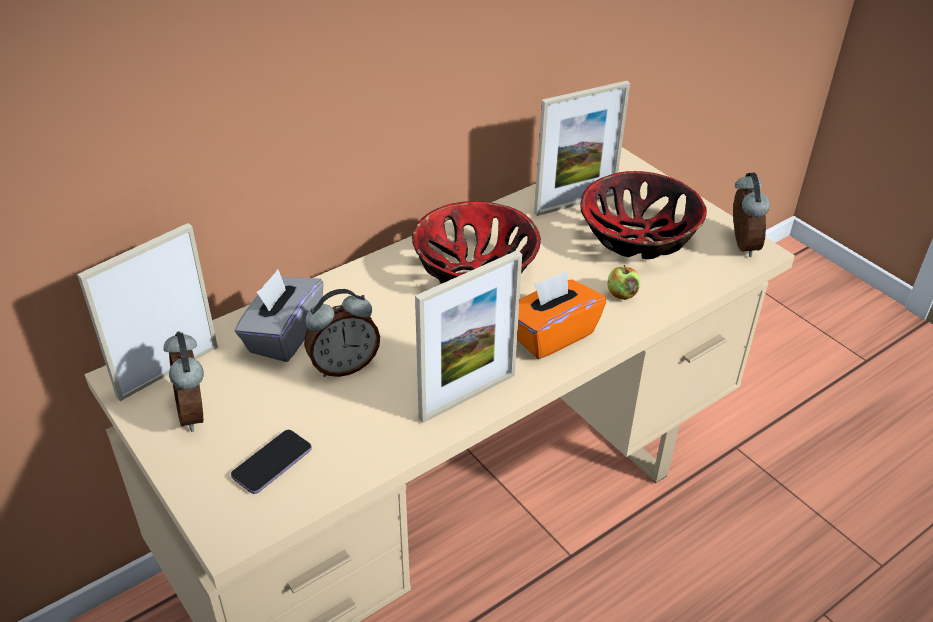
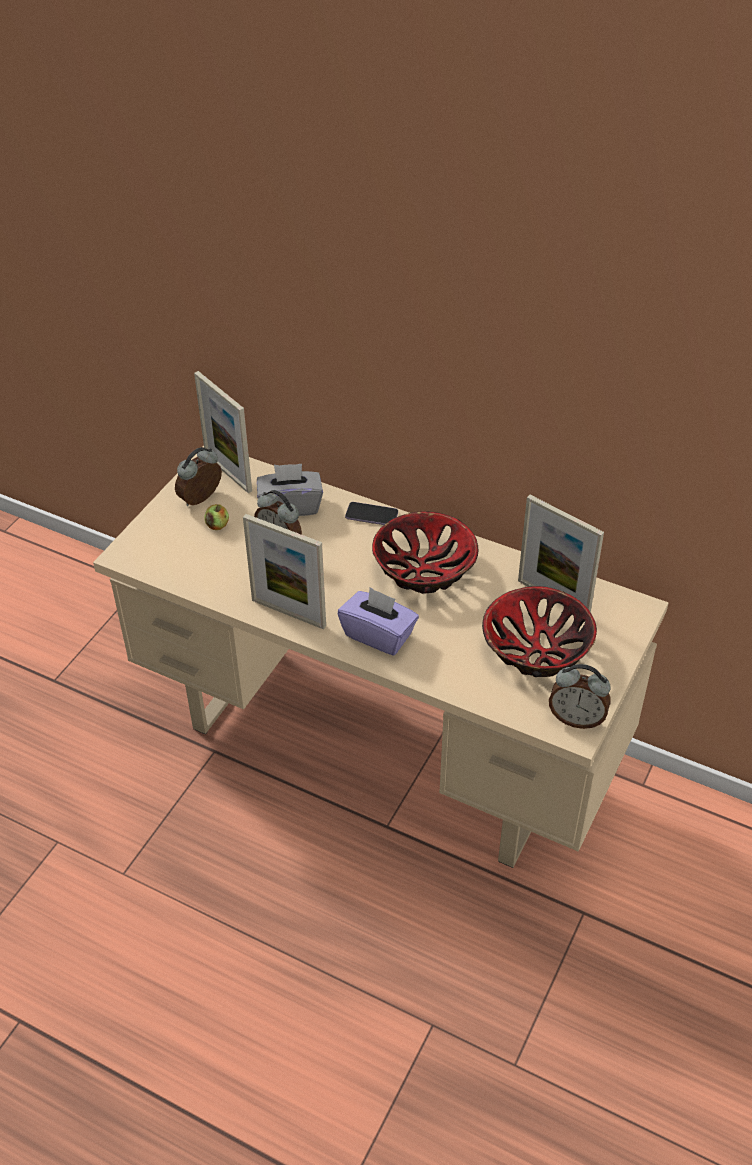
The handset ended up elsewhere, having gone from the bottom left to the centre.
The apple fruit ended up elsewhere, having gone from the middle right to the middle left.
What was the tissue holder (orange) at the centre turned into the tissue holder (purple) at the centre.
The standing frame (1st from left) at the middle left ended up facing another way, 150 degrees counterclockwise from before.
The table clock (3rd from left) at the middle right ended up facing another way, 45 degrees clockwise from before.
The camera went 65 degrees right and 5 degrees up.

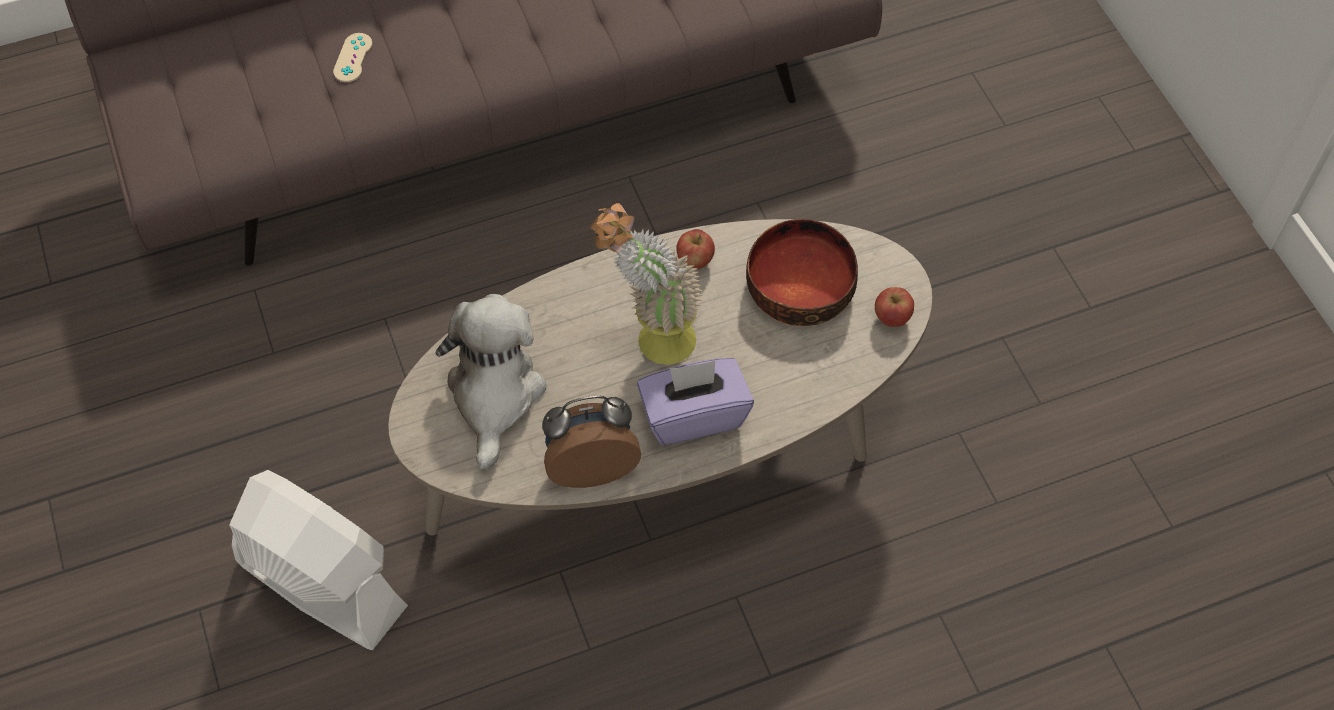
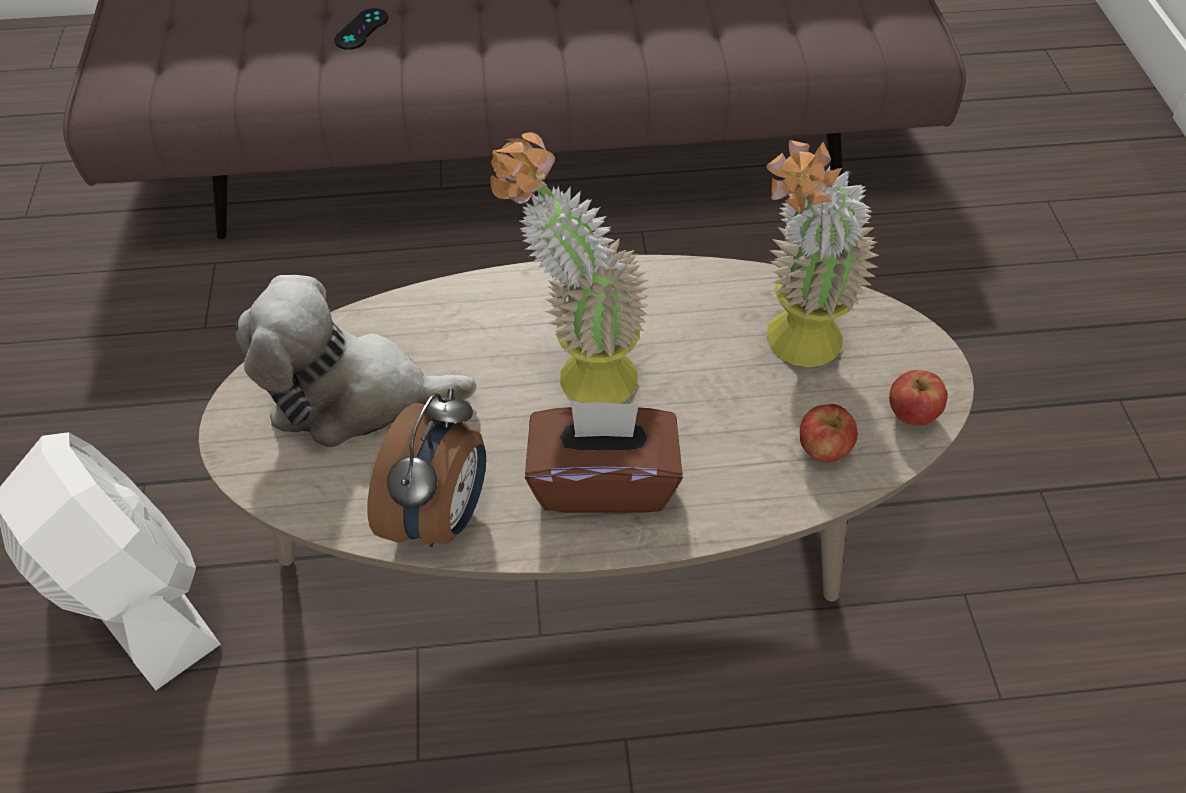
The apple fruit (1st from left) ended up elsewhere, having gone from the centre to the middle right.
Where the bowl stood at the centre, the plant in a pot (2nd from left) came to stand at the top right.
What was the game controller (sand-coloured) at the top left turned into the game controller (black-coloured) at the top left.
What was the tissue holder (purple) at the centre turned into the tissue holder (brown) at the centre.
The soft toy at the centre ended up facing another way, 105 degrees counterclockwise from before.
The table clock at the centre ended up facing another way, 105 degrees clockwise from before.
The camera went 15 degrees right and 5 degrees down.

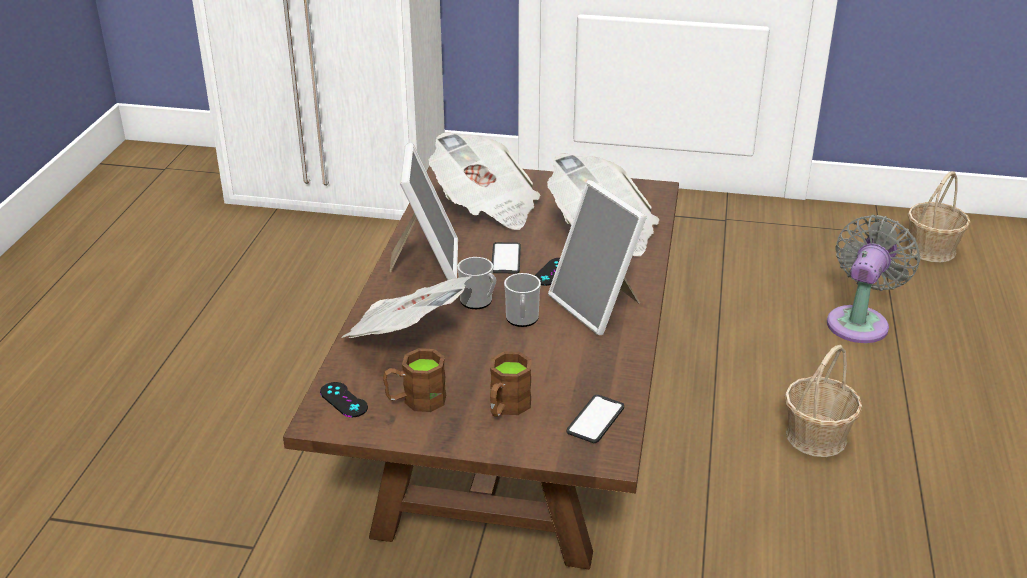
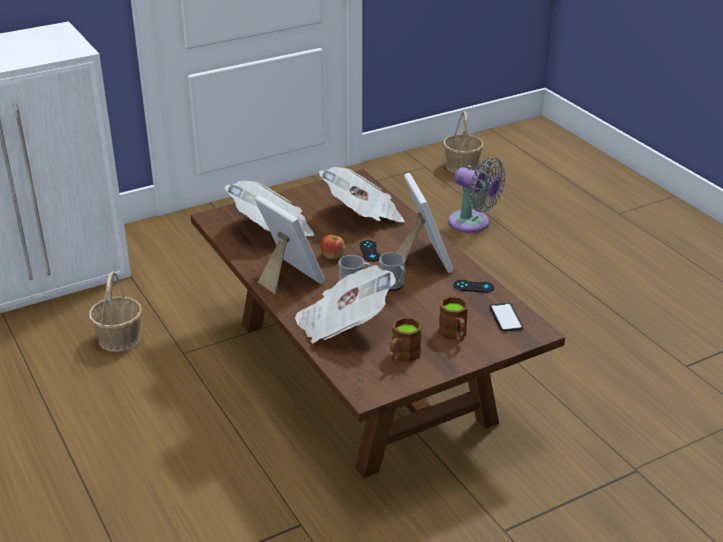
The game controller (black-coloured) (1st from left in the first image) ended up elsewhere, having gone from the bottom centre to the centre.
The basket (1st from left) ended up elsewhere, having gone from the bottom right to the middle left.
Where the handset (1st from left) stood at the centre, the apple fruit came to stand at the centre.
The standing frame (2nd from left) at the centre ended up facing another way, 120 degrees counterclockwise from before.
The electric fan (greyish) at the middle right ended up facing another way, 135 degrees clockwise from before.
The camera went 40 degrees left and 0 degrees up.

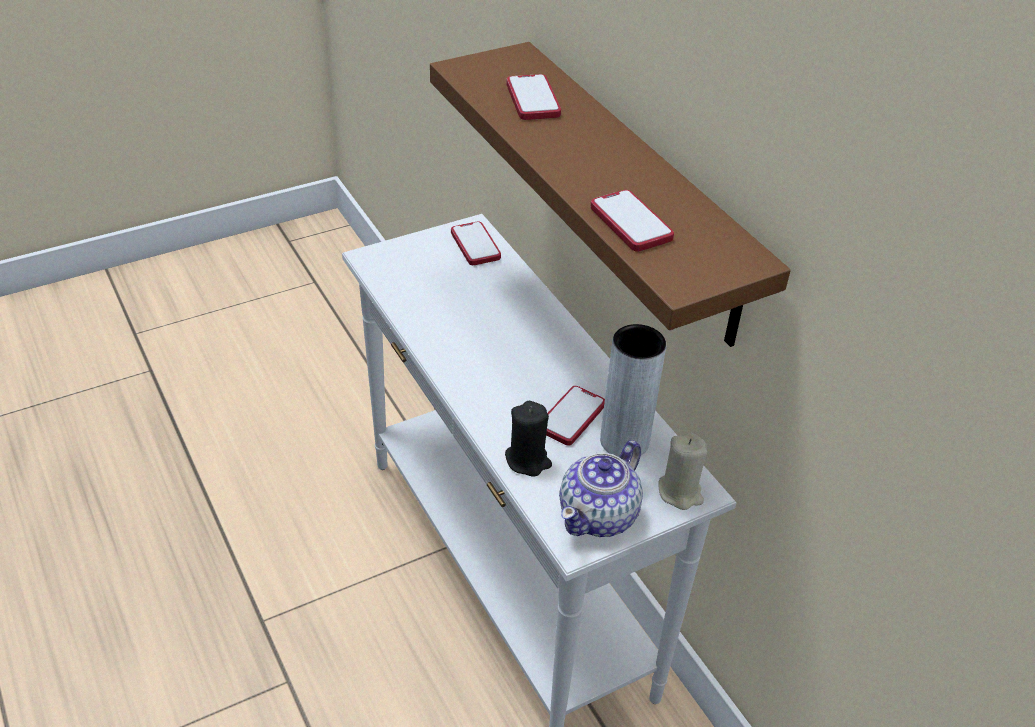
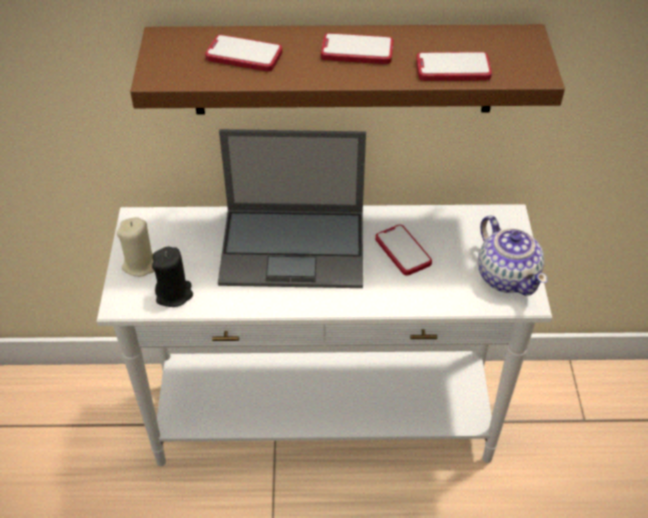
The second view lost the decorative vase (greyish) at the centre.
The second view gained the portable computer at the centre.
The handset (1st from left in the first image) ended up elsewhere, having gone from the centre to the top centre.
The wax light (black-coloured) ended up elsewhere, having gone from the centre to the middle left.
The wax light (sand-coloured) ended up elsewhere, having gone from the centre to the middle left.
The camera went 60 degrees left and 5 degrees up.

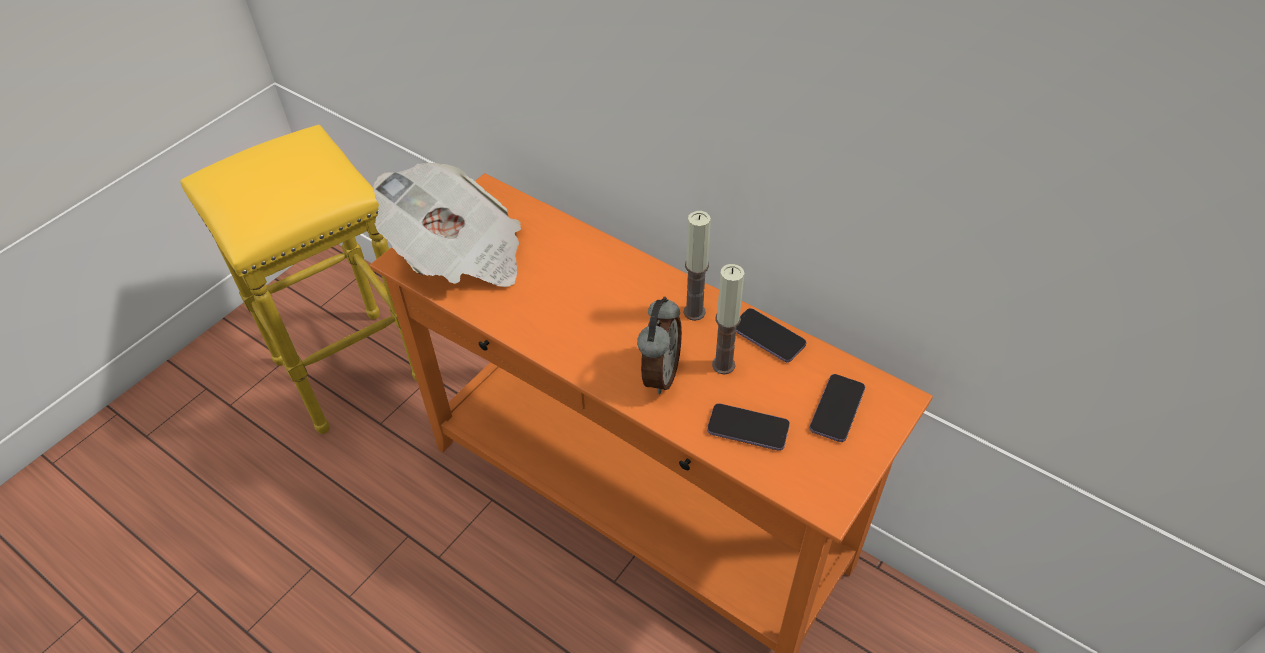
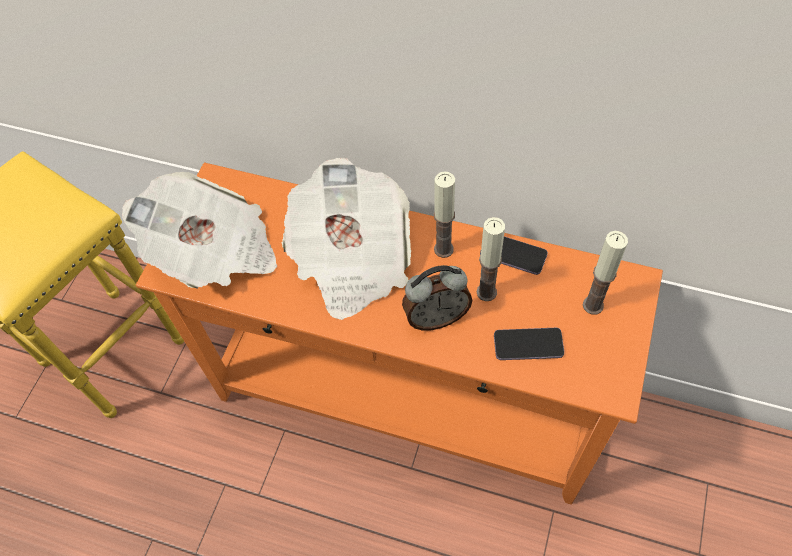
The second view gained the daily paper (2nd from left) at the centre.
Where the handset (3rd from left) stood at the centre, the wax light (3rd from left) came to stand at the middle right.
The table clock at the centre ended up facing another way, 75 degrees clockwise from before.
The camera went 15 degrees left and 10 degrees up.

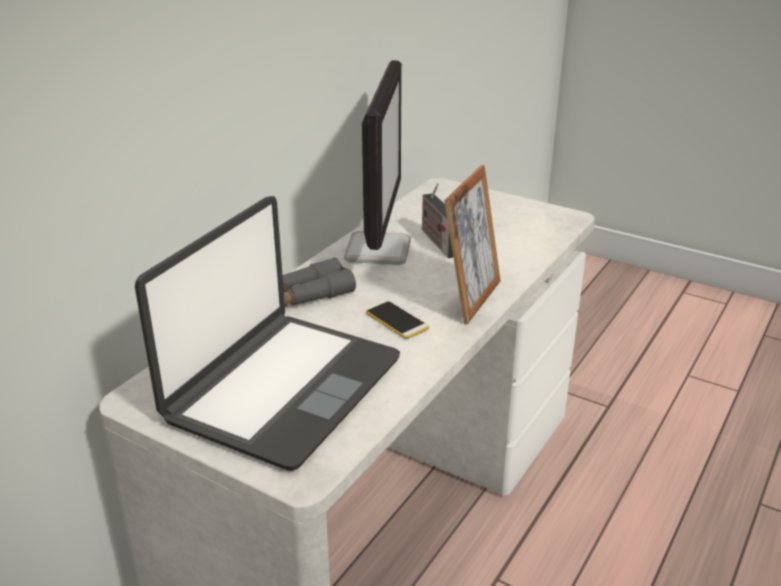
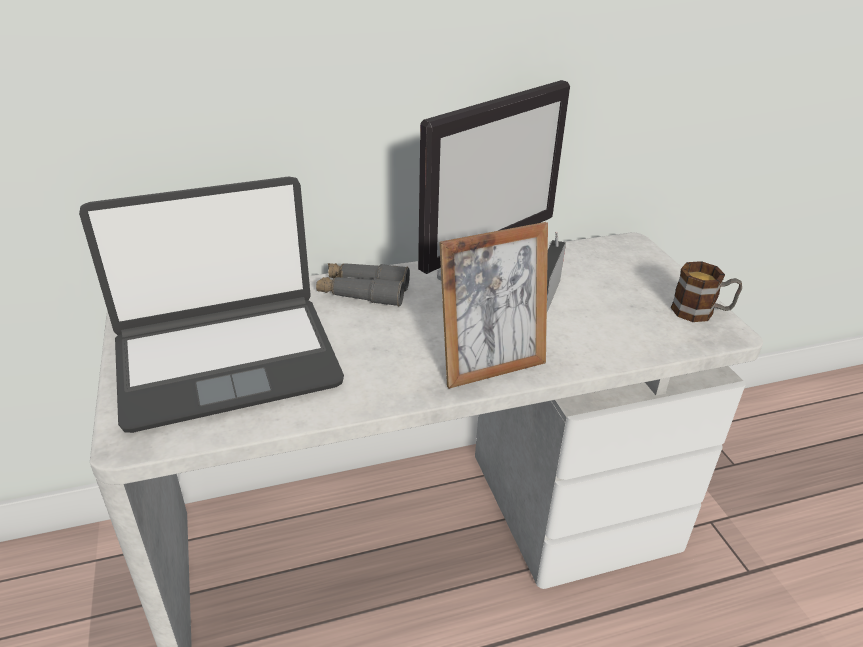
The second view lost the handset at the centre.
The second view gained the tea mug at the middle right.
The camera went 40 degrees right and 5 degrees up.

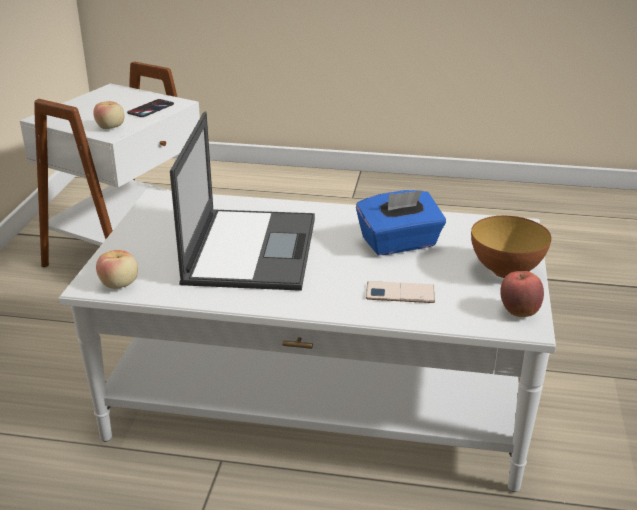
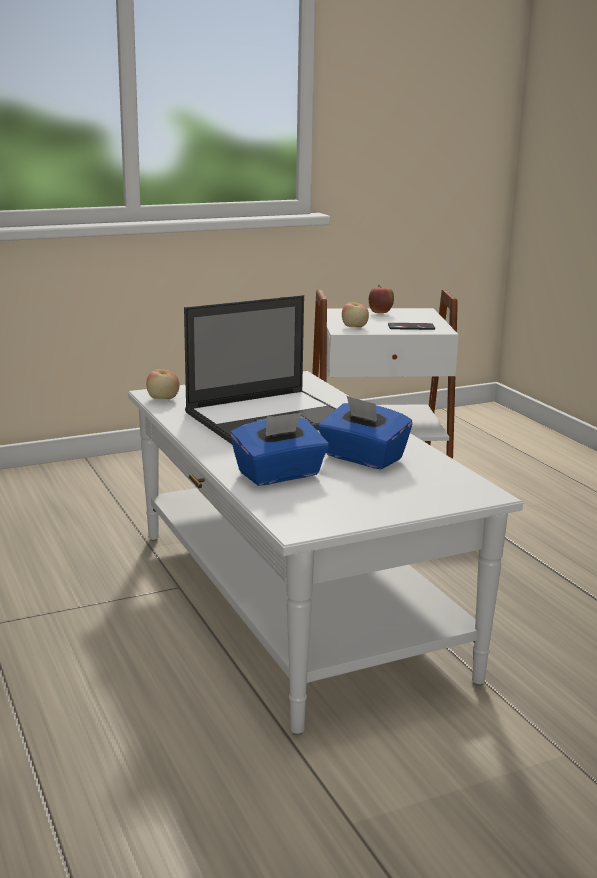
The second view lost the bowl at the middle right.
The apple fruit (3rd from left) ended up elsewhere, having gone from the middle right to the centre.
Where the handset (2nd from left) stood at the centre, the tissue holder (bluish) (1st from left) came to stand at the centre.
The camera went 55 degrees right and 10 degrees down.

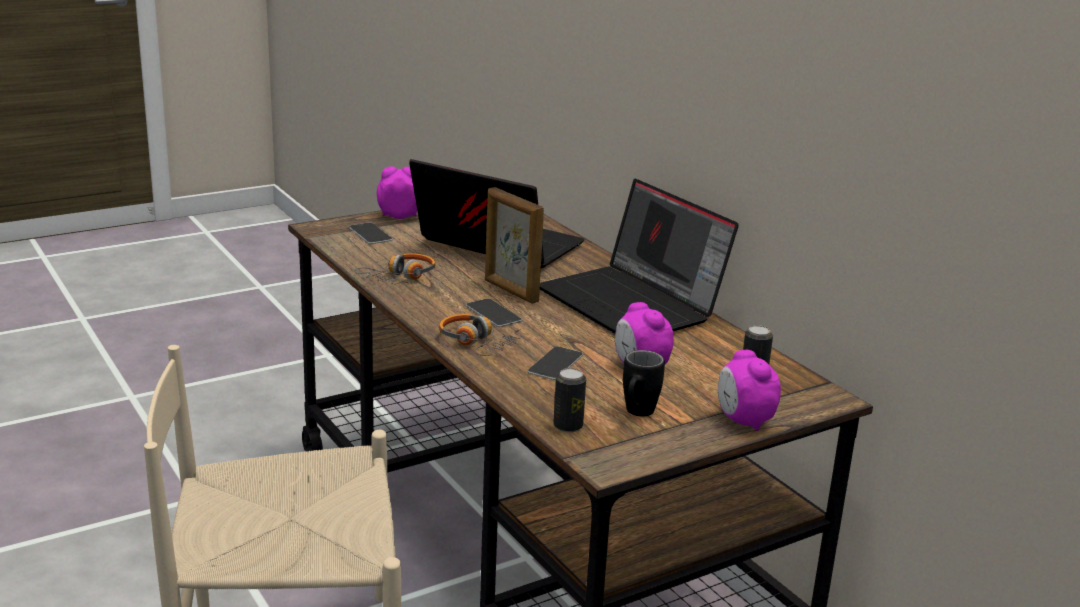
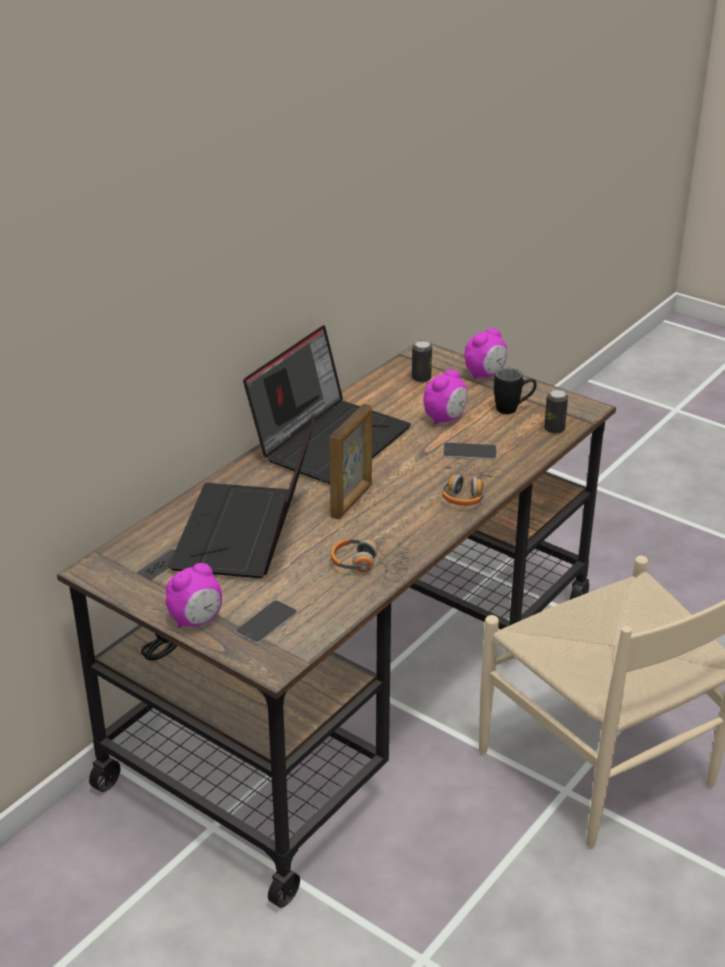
The second view lost the handset (2nd from left) at the centre.
The table clock (1st from left) at the top centre ended up facing another way, 105 degrees counterclockwise from before.
The camera went 110 degrees left and 10 degrees up.

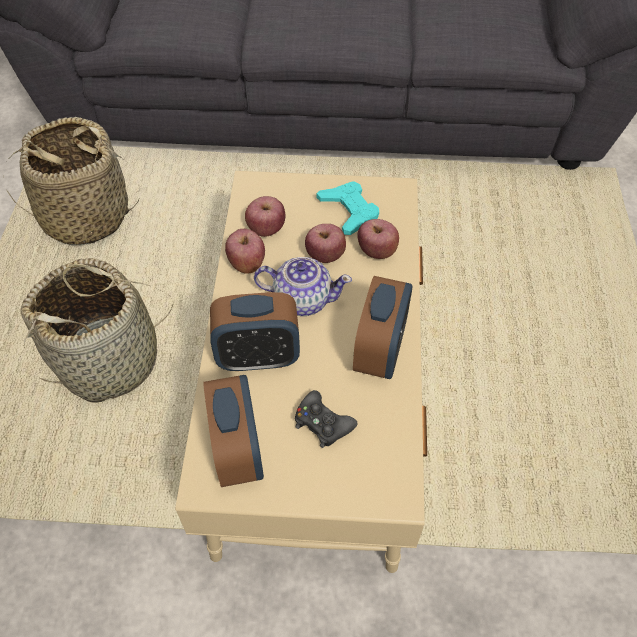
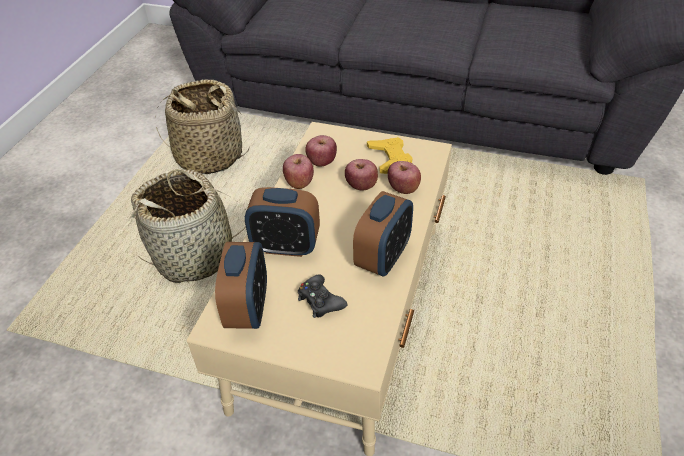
The second view lost the pot for tea at the centre.
What was the game controller (blue-green) at the top centre turned into the game controller (yellow-coloured) at the centre.
The camera went 15 degrees right and 10 degrees down.

